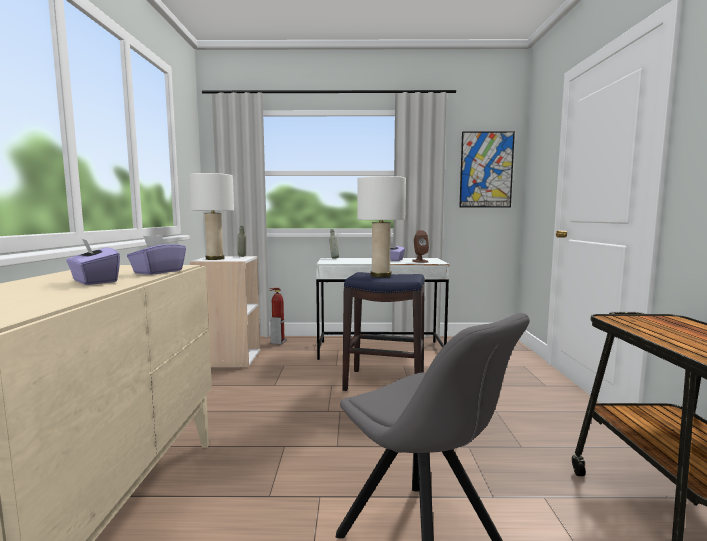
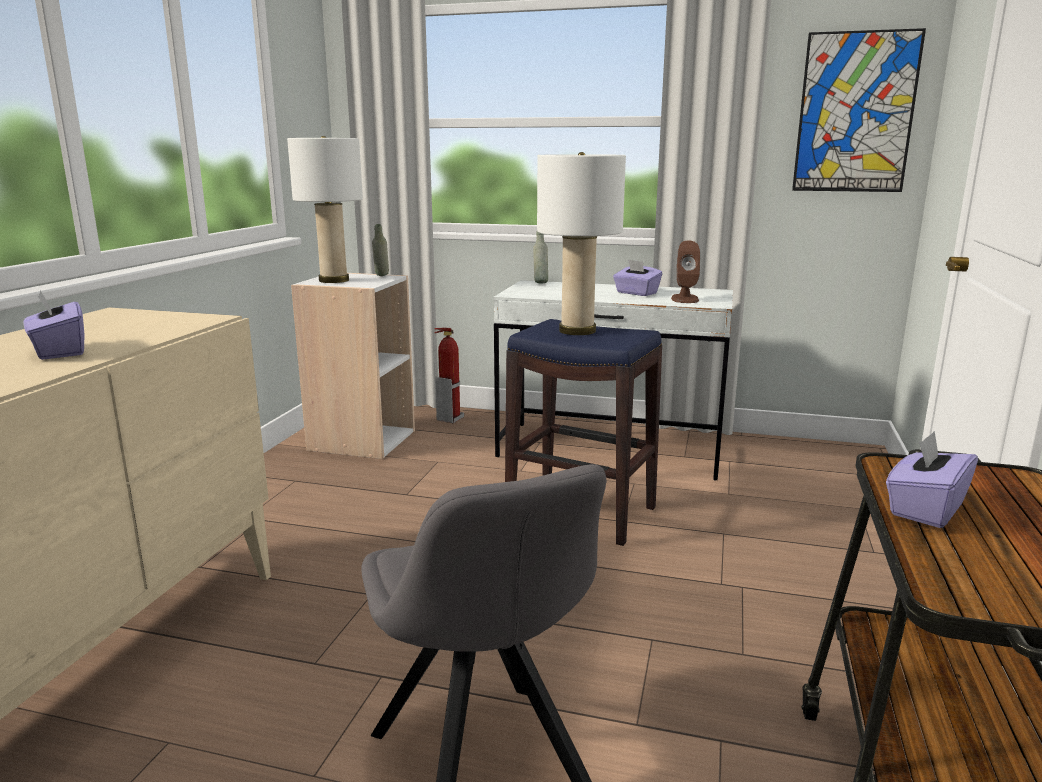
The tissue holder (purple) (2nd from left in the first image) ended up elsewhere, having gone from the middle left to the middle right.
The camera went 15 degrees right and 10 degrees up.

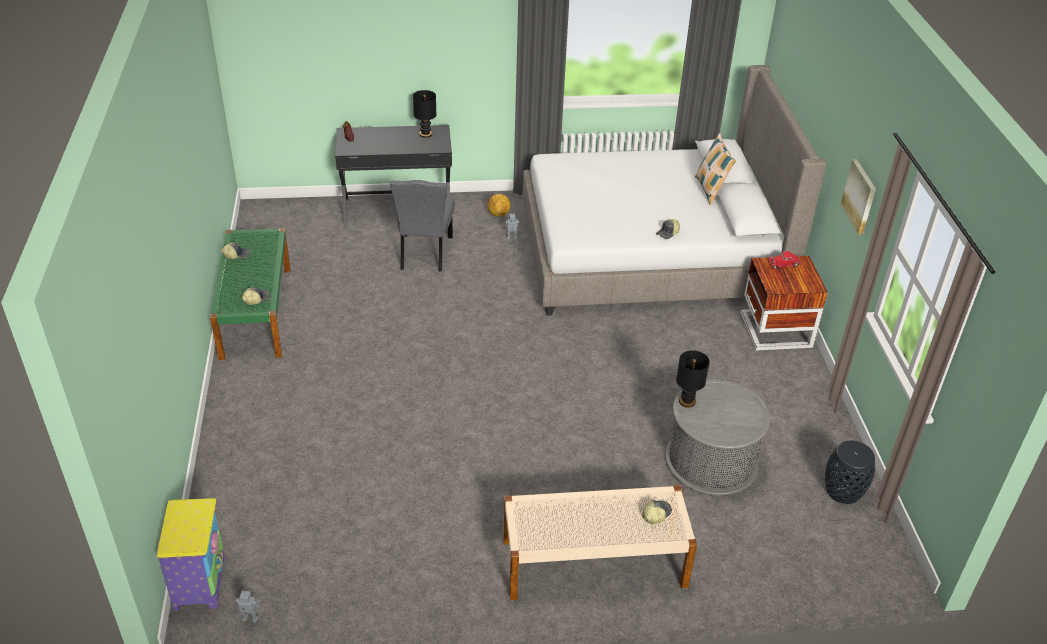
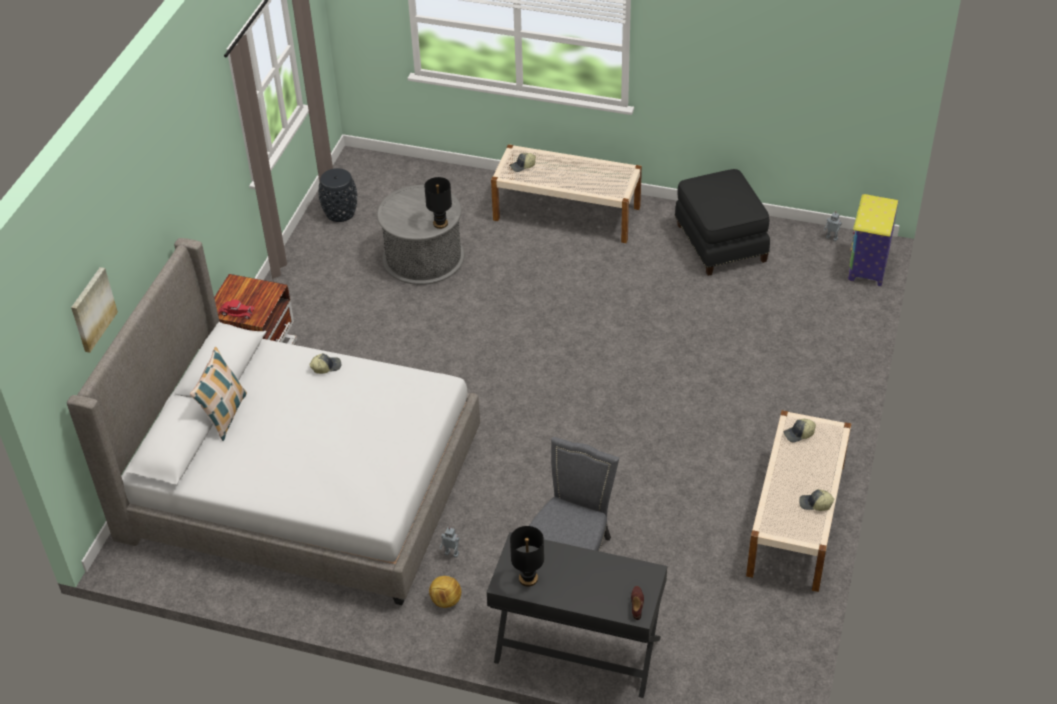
The second view gained the footrest (black-coloured) at the top right.
The wall picture ended up elsewhere, having gone from the top right to the middle left.
What was the long seat (greenish) at the middle left turned into the long seat (sand-coloured) (2nd from left) at the bottom right.
The camera went 155 degrees left and 5 degrees up.

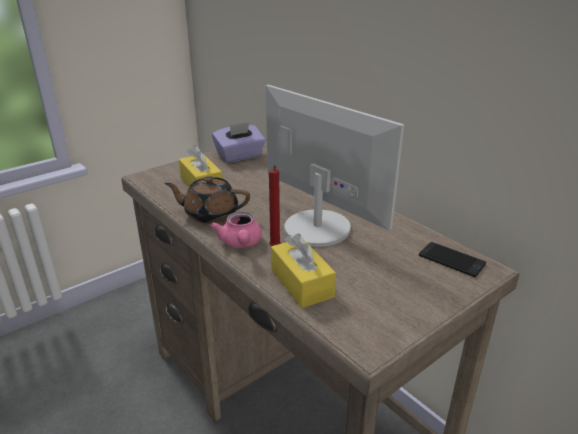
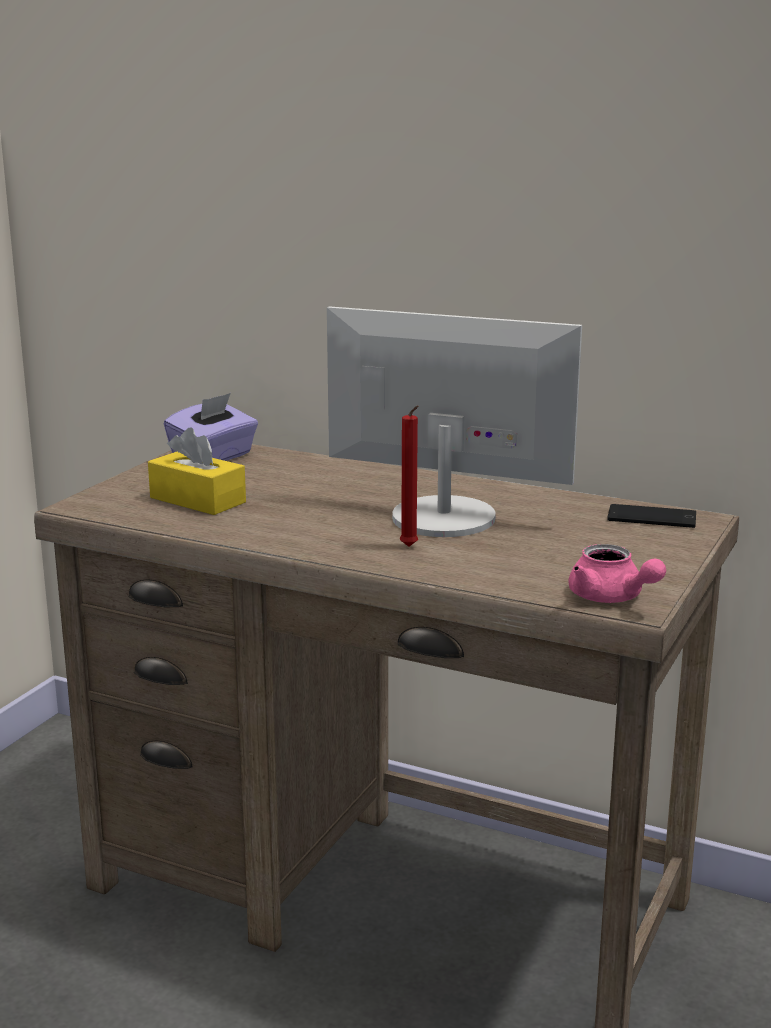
The second view lost the pot for tea (brown) at the centre.
The second view lost the tissue holder (yellow-coloured) (2nd from left) at the centre.
The pot for tea (pink-coloured) ended up elsewhere, having gone from the centre to the middle right.
The camera went 25 degrees left and 10 degrees down.

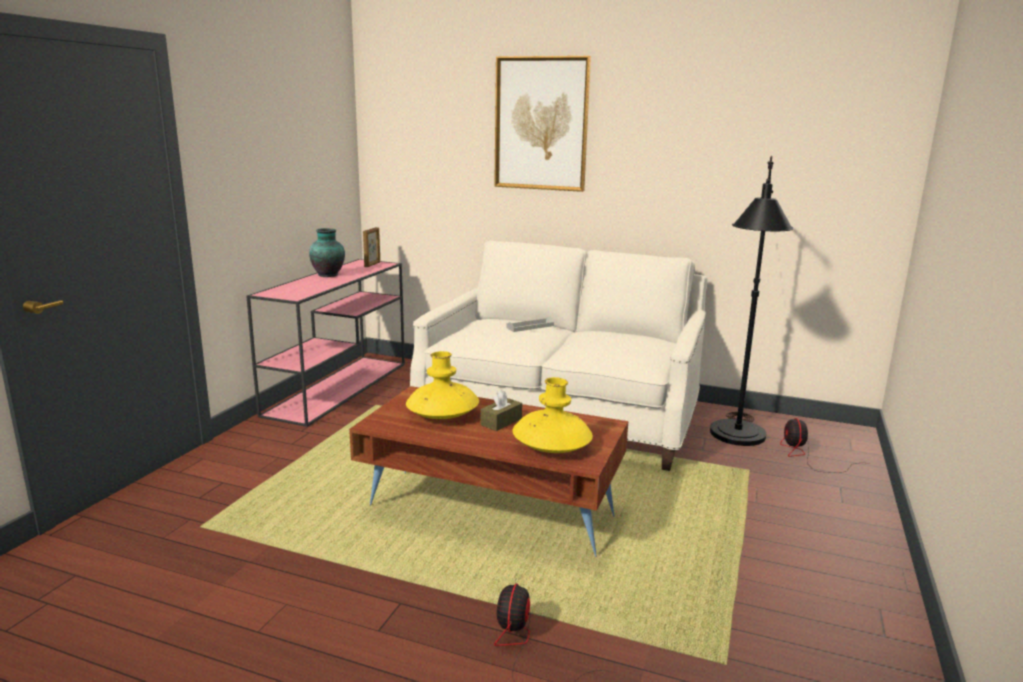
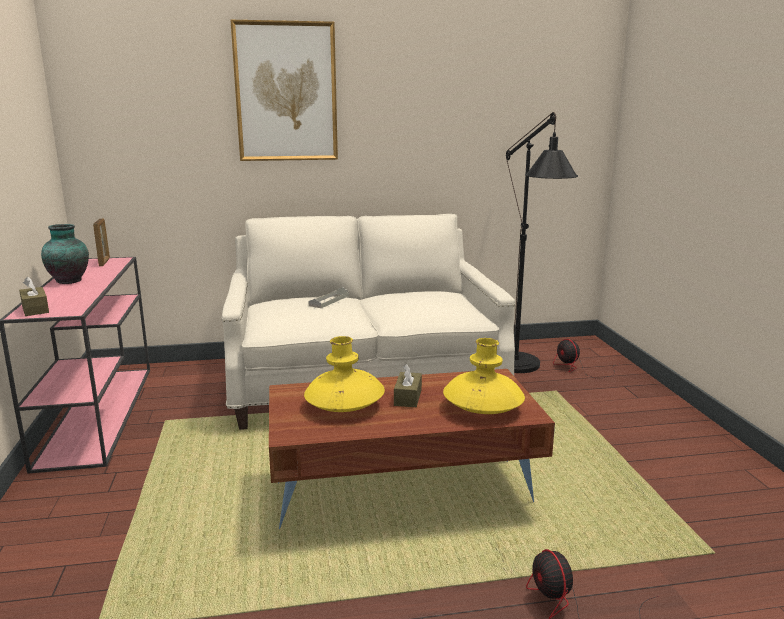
The second view gained the tissue holder (brown) (1st from left) at the middle left.
The camera went 30 degrees left and 0 degrees up.

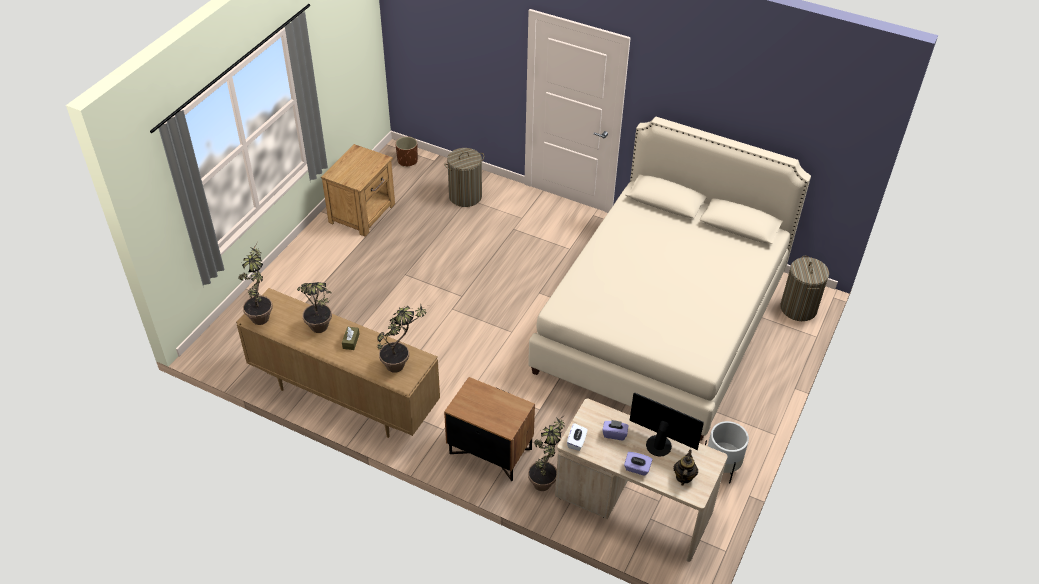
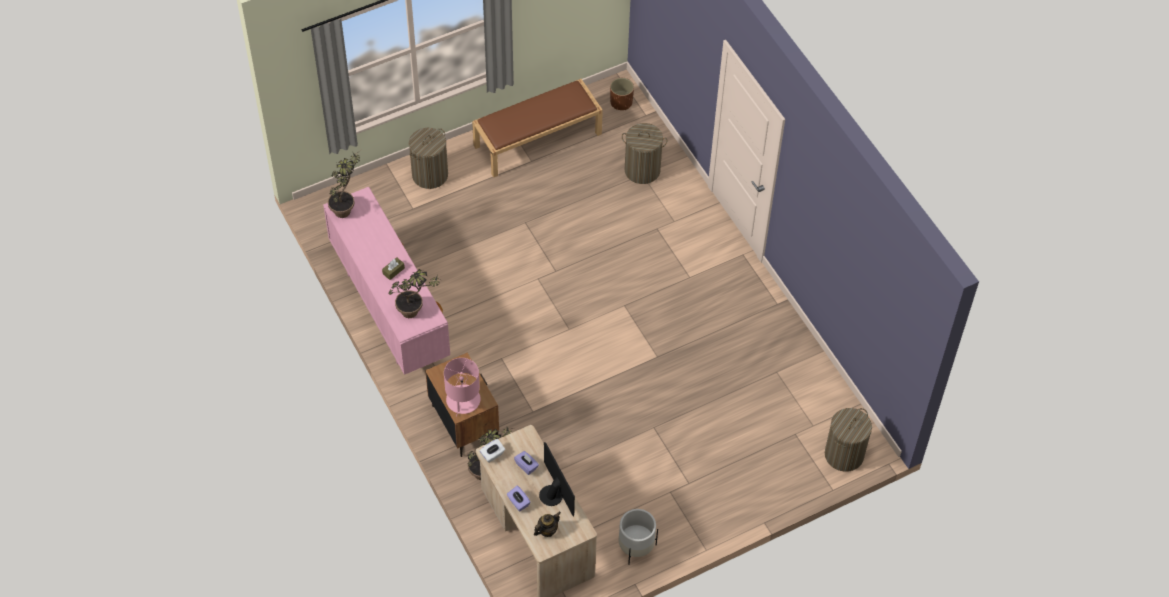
The second view lost the plant in a pot (2nd from left) at the middle left.
The second view lost the sleeping bed (sand-coloured) at the centre.
The second view gained the hamper (1st from left) at the top centre.
The second view gained the lamp for a table (pink-coloured) at the centre.
Where the nightstand (brown) (1st from left) stood at the top centre, the long seat (brown) came to stand at the top centre.
What was the drawer chest (brown) at the middle left turned into the drawer chest (pink-coloured) at the middle left.
The camera went 35 degrees right and 10 degrees up.

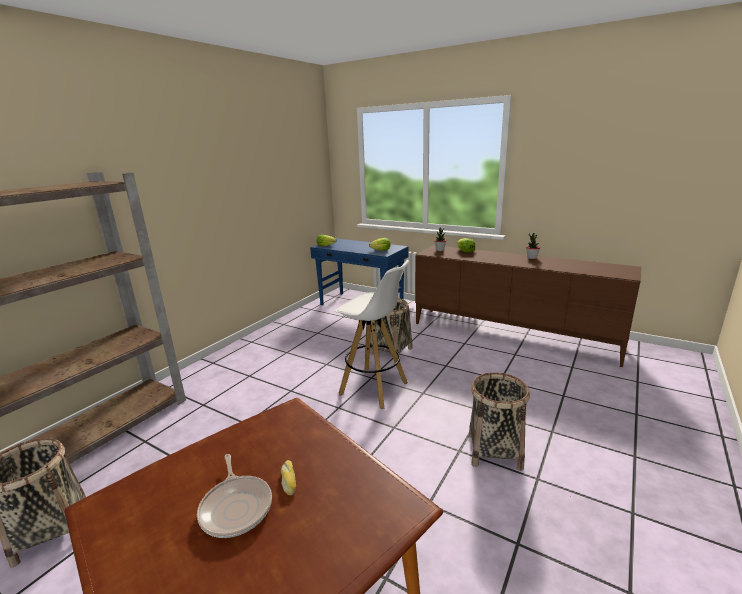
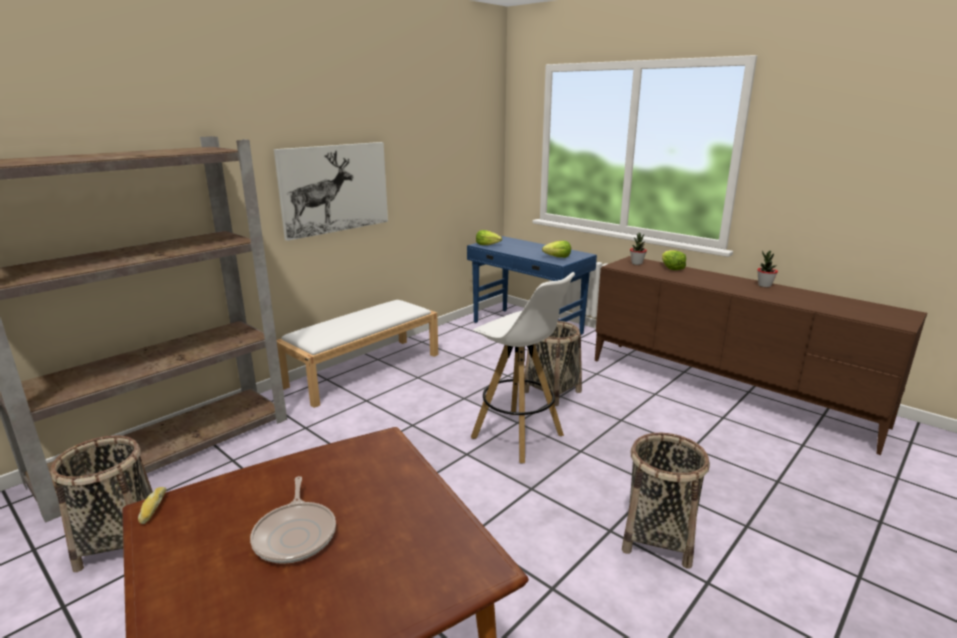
The second view gained the wall picture at the top centre.
The second view gained the long seat (white) at the centre.
The baked bread ended up elsewhere, having gone from the bottom centre to the bottom left.
The camera went 10 degrees right and 0 degrees up.

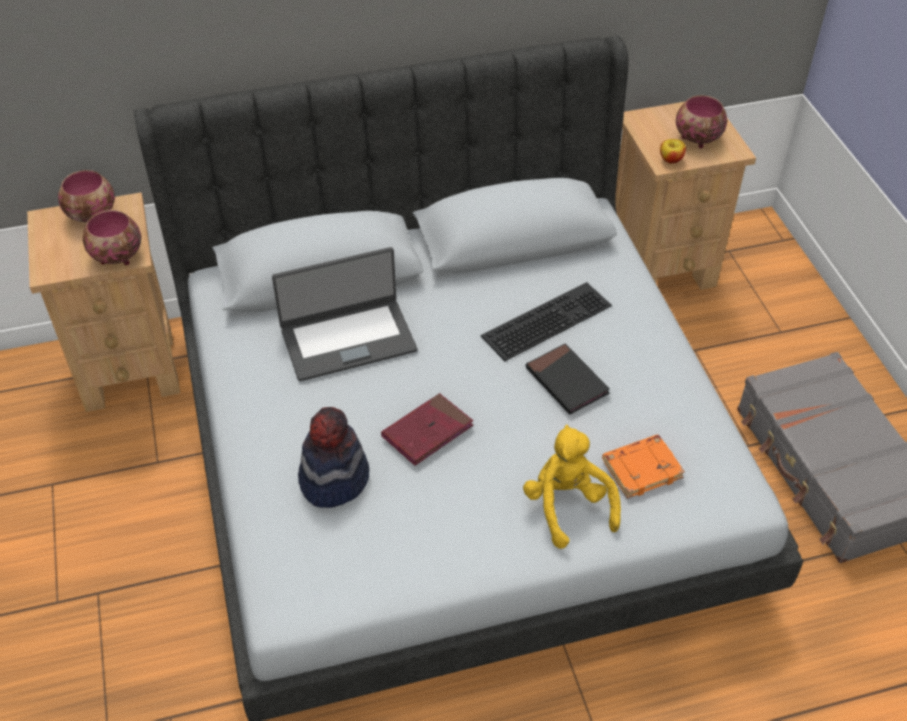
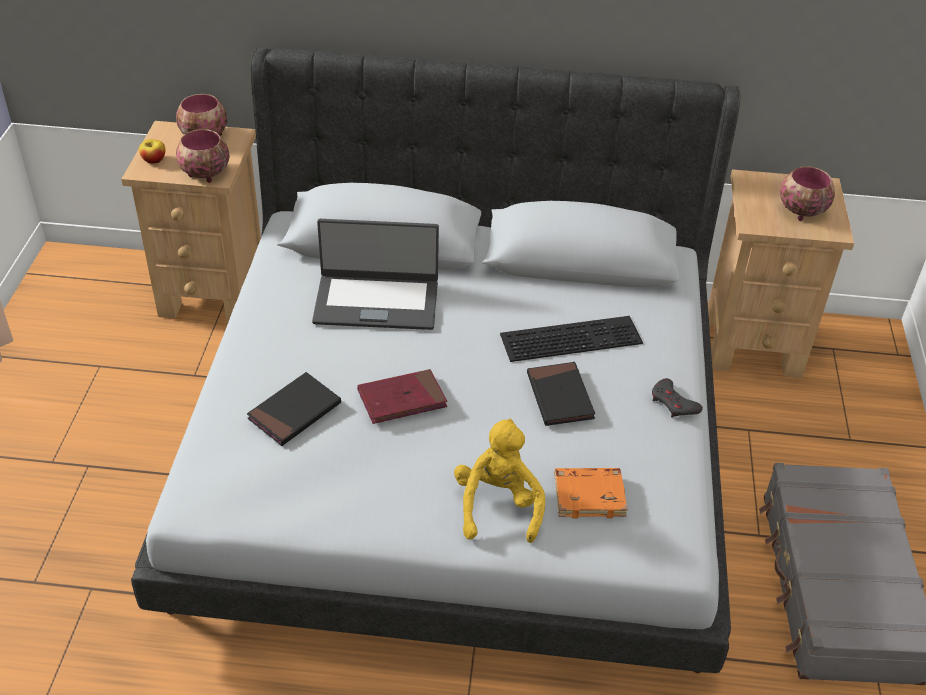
The second view gained the game controller (greyish) at the middle right.
The apple fruit ended up elsewhere, having gone from the top right to the top left.
Where the wearable hat stood at the centre, the bound book (black-coloured) (1st from left) came to stand at the middle left.
The camera went 20 degrees right and 5 degrees down.

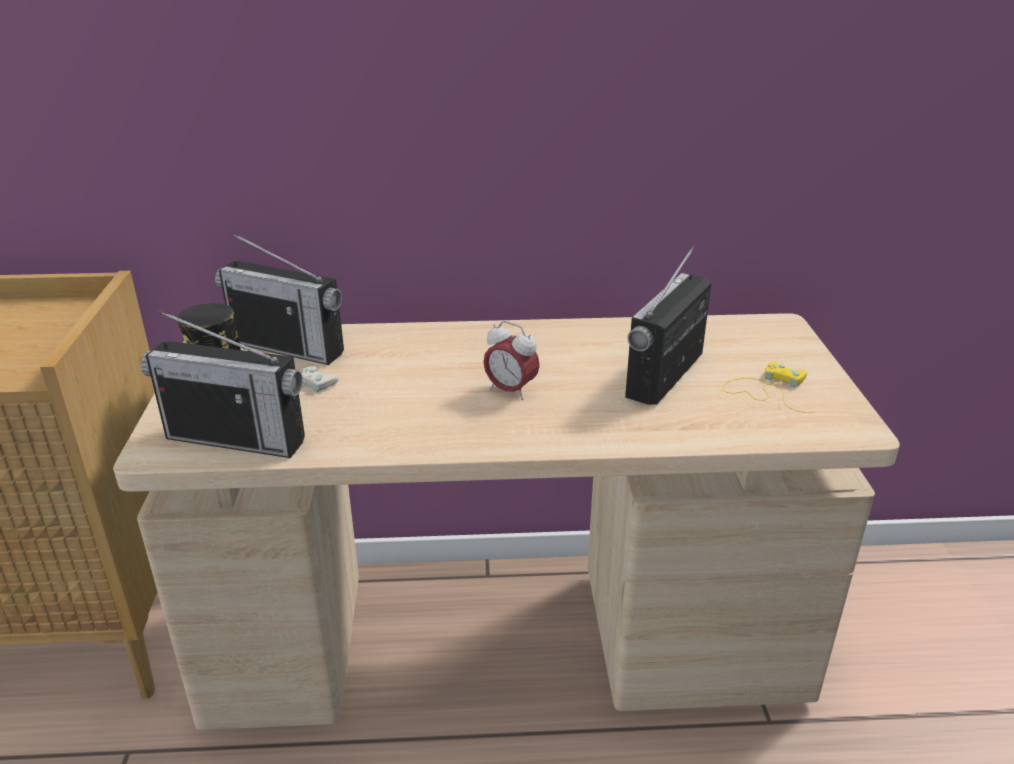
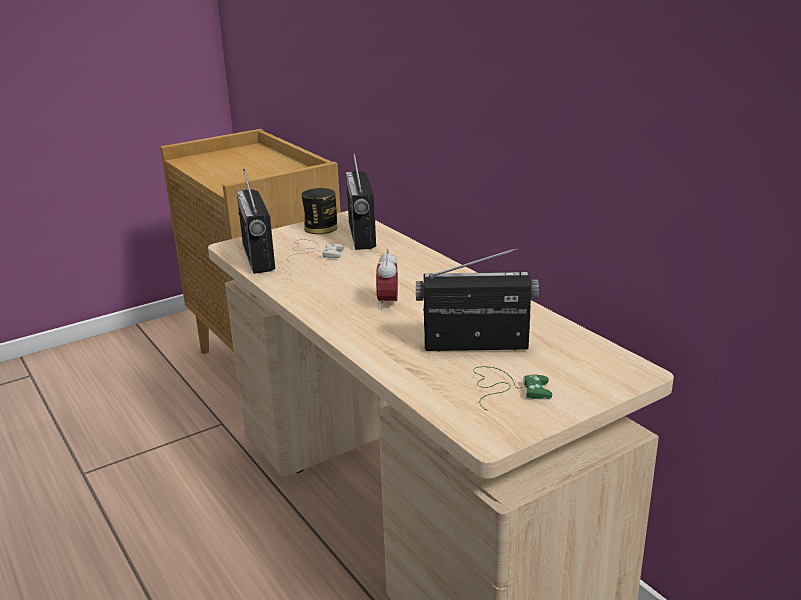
What was the game controller (yellow-coloured) at the middle right turned into the game controller (greenish) at the centre.
The camera went 60 degrees right and 5 degrees down.

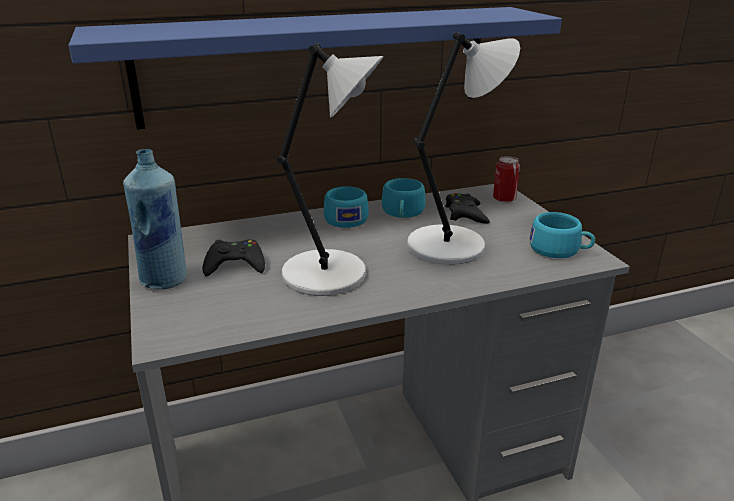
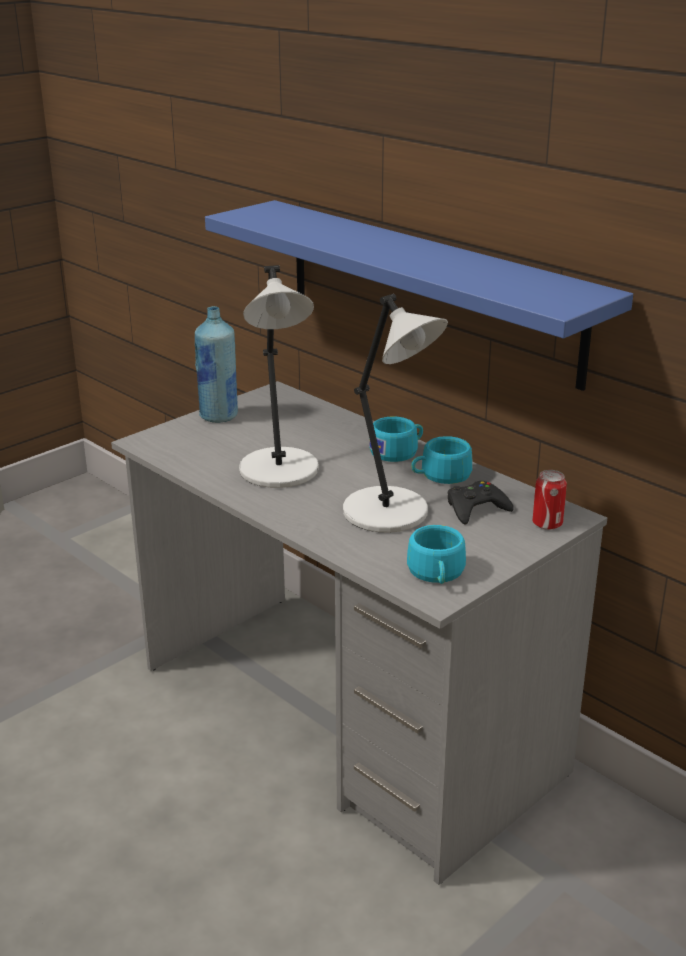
The second view lost the game controller (black-coloured) (1st from left) at the middle left.
The camera went 65 degrees right and 0 degrees up.

